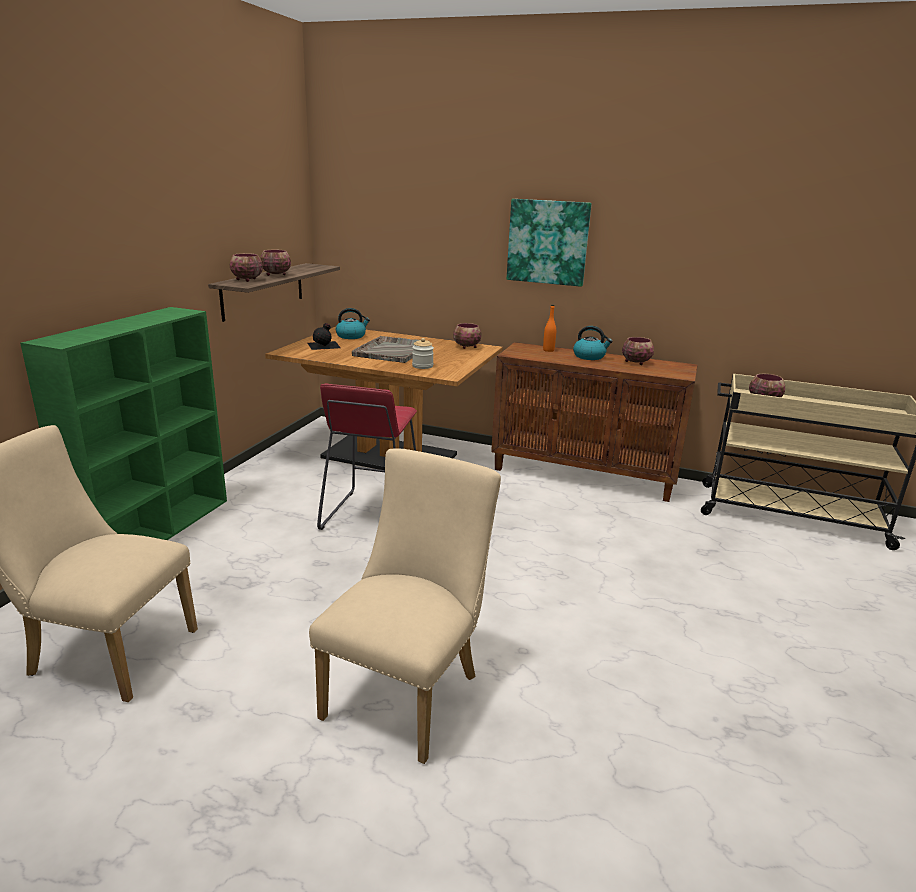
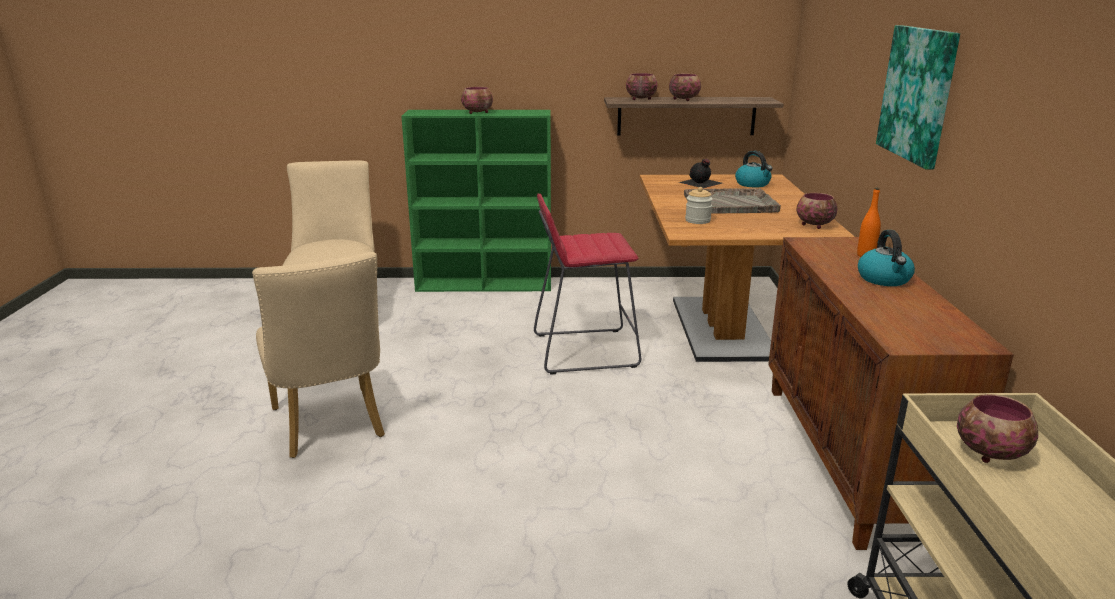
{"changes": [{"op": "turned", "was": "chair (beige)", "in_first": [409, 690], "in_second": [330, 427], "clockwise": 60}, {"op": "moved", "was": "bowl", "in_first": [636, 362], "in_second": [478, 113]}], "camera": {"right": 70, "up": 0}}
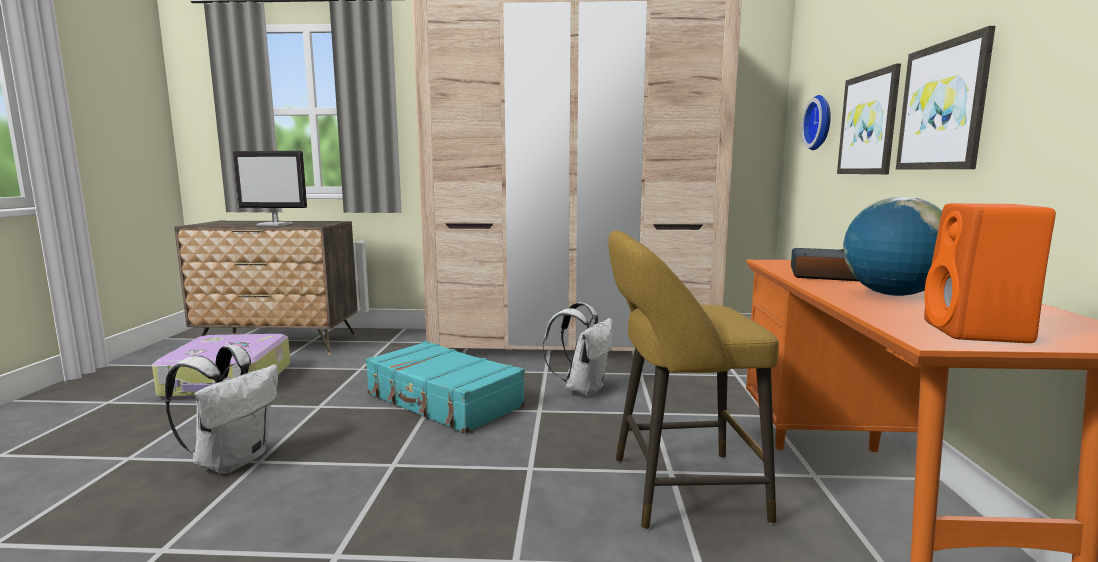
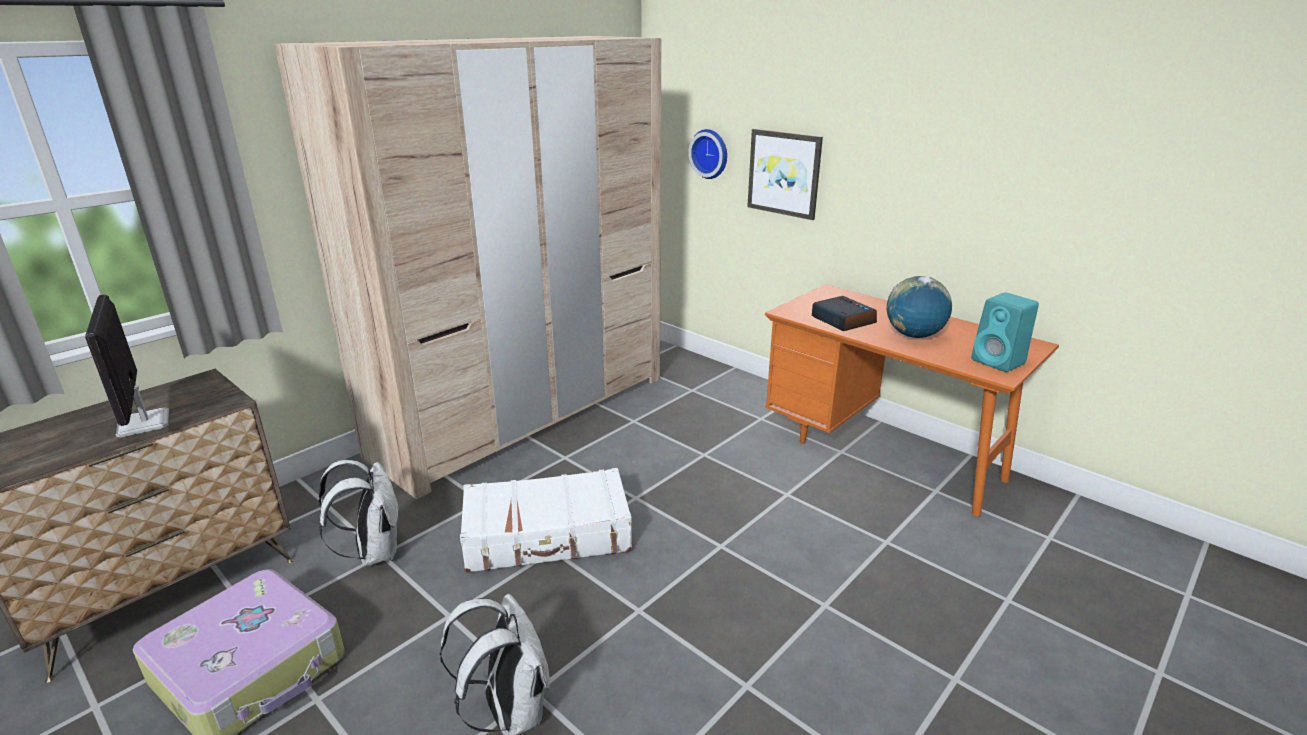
{"changes": [{"op": "turned", "was": "monitor", "in_first": [275, 225], "in_second": [144, 424], "clockwise": 105}, {"op": "recoloured", "was": "suitcase (turquoise)", "now": "suitcase (white)", "in_first": [443, 401], "in_second": [548, 535]}, {"op": "moved", "was": "backpack (white)", "in_first": [583, 389], "in_second": [374, 552]}, {"op": "removed", "was": "stool (yellow)", "in_first": [677, 489]}, {"op": "removed", "was": "picture", "in_first": [943, 106]}, {"op": "recoloured", "was": "speaker (orange)", "now": "speaker (turquoise)", "in_first": [978, 333], "in_second": [999, 362]}], "camera": {"right": -50, "up": 15}}
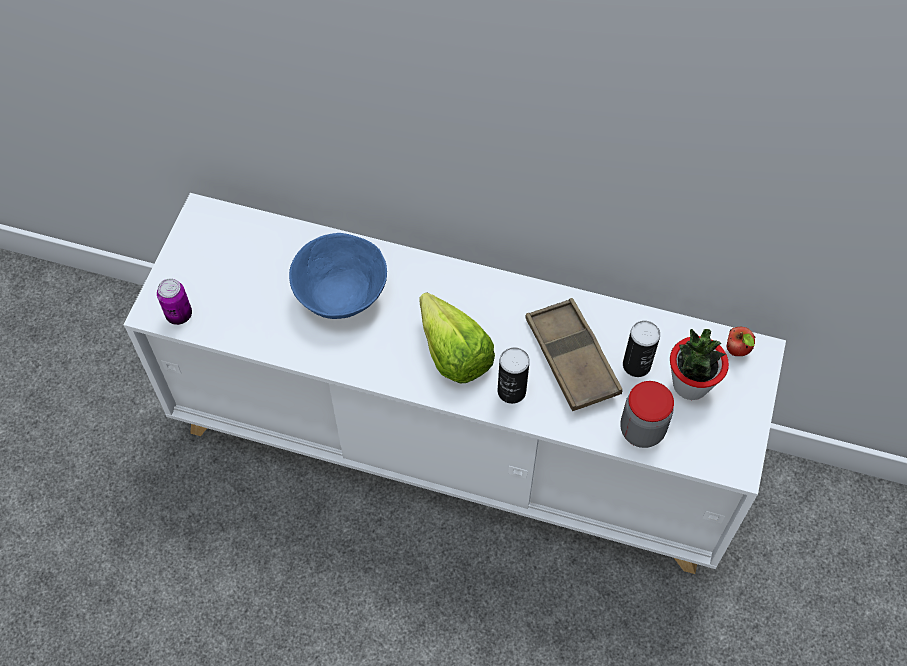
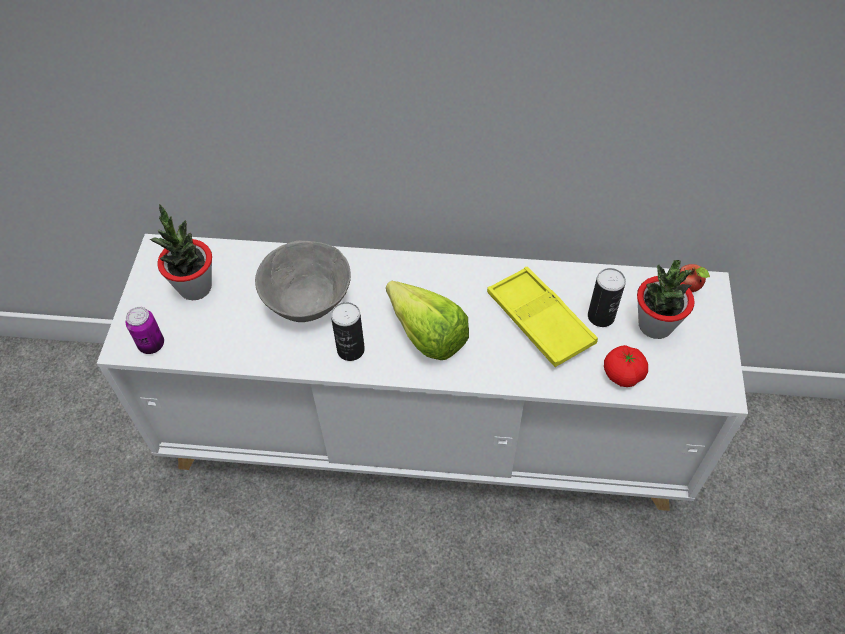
{"changes": [{"op": "recoloured", "was": "bowl (blue)", "now": "bowl (grey)", "in_first": [341, 296], "in_second": [308, 301]}, {"op": "moved", "was": "can", "in_first": [511, 391], "in_second": [350, 349]}, {"op": "recoloured", "was": "tray (brown)", "now": "tray (yellow)", "in_first": [571, 358], "in_second": [539, 321]}, {"op": "replaced", "was": "jar", "now": "tomato", "in_first": [642, 430], "in_second": [623, 374]}, {"op": "added", "now": "potted plant", "in_second": [195, 287]}], "camera": {"right": -10, "up": -5}}
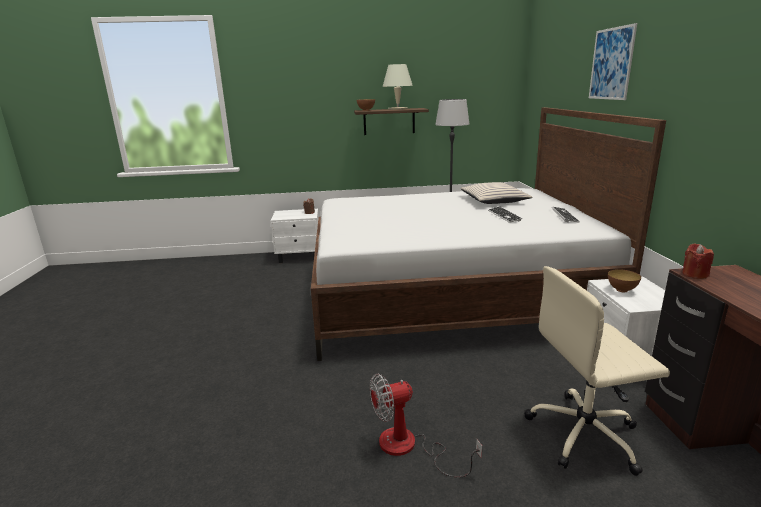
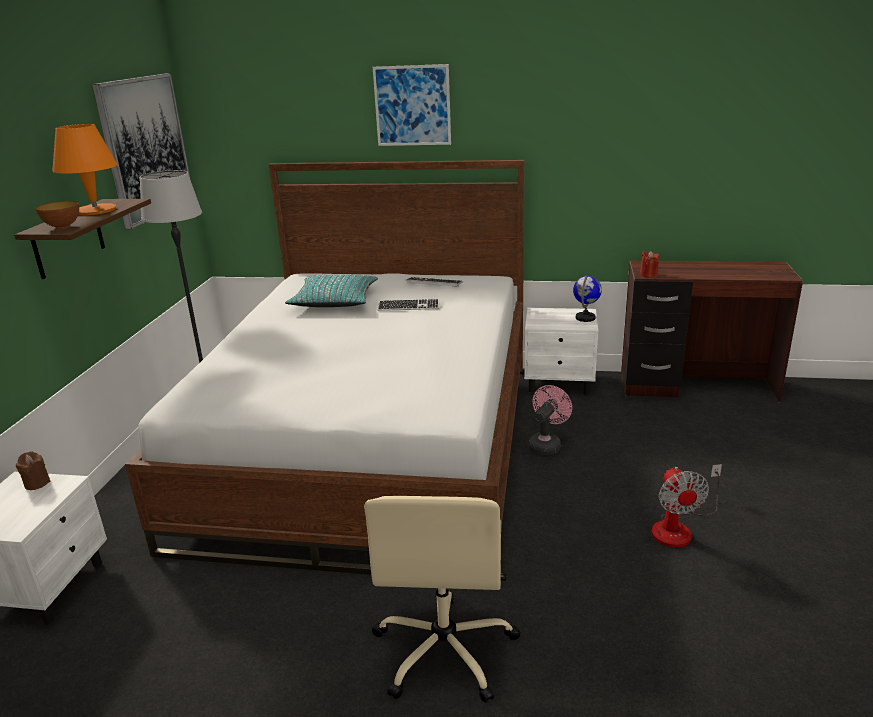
{"changes": [{"op": "recoloured", "was": "table lamp (beige)", "now": "table lamp (orange)", "in_first": [397, 109], "in_second": [96, 211]}, {"op": "recoloured", "was": "pillow (beige)", "now": "pillow (turquoise)", "in_first": [494, 200], "in_second": [334, 301]}, {"op": "moved", "was": "office chair (beige)", "in_first": [585, 434], "in_second": [445, 649]}, {"op": "removed", "was": "bowl", "in_first": [621, 290]}, {"op": "added", "now": "picture", "in_second": [145, 148]}, {"op": "added", "now": "fan (pink)", "in_second": [546, 444]}, {"op": "added", "now": "globe", "in_second": [585, 318]}], "camera": {"right": -75, "up": 5}}
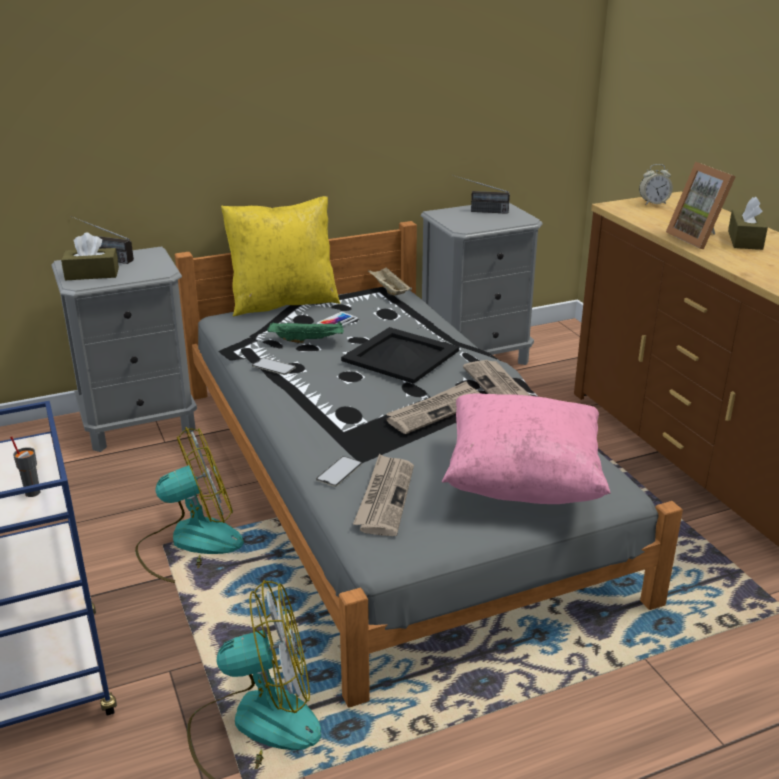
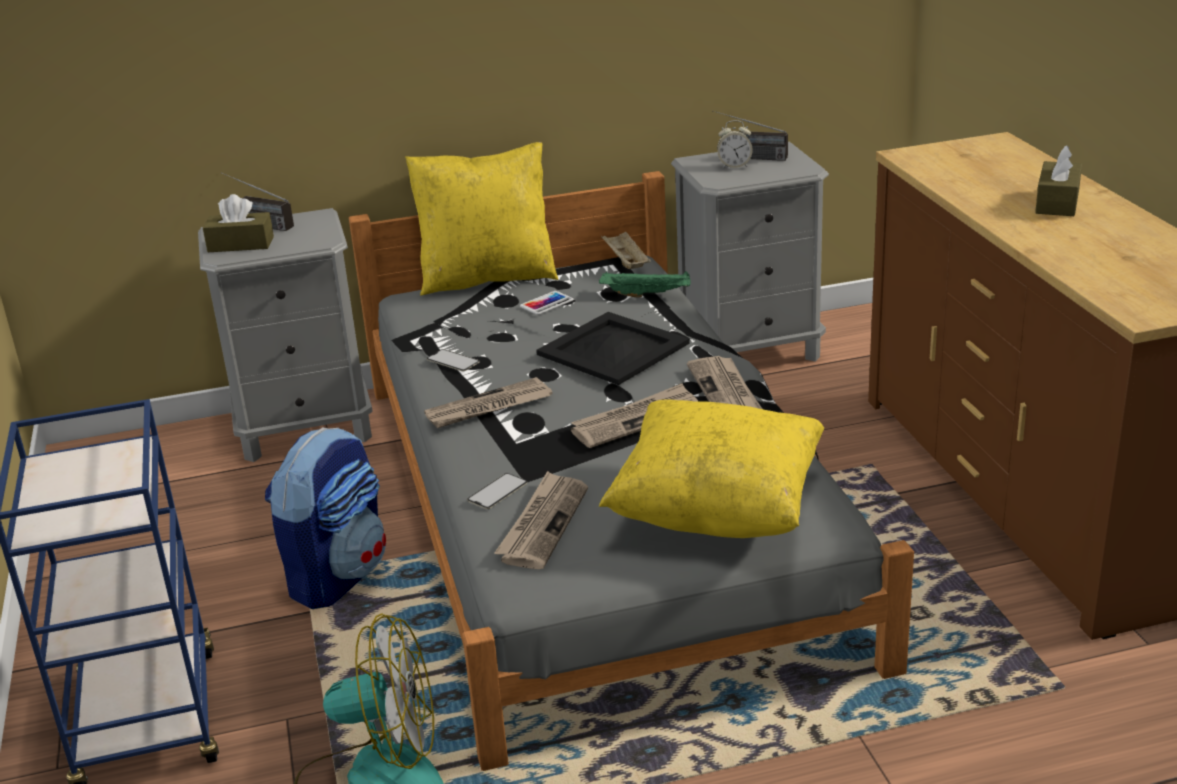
{"changes": [{"op": "removed", "was": "cup (grey)", "in_first": [32, 492]}, {"op": "replaced", "was": "fan", "now": "backpack", "in_first": [189, 543], "in_second": [337, 575]}, {"op": "moved", "was": "tray (green)", "in_first": [308, 340], "in_second": [647, 294]}, {"op": "recoloured", "was": "pillow (pink)", "now": "pillow (yellow)", "in_first": [523, 481], "in_second": [717, 510]}, {"op": "moved", "was": "alarm clock", "in_first": [653, 203], "in_second": [734, 166]}, {"op": "removed", "was": "picture frame", "in_first": [699, 238]}, {"op": "added", "now": "newspaper", "in_second": [488, 408]}], "camera": {"right": 10, "up": 0}}
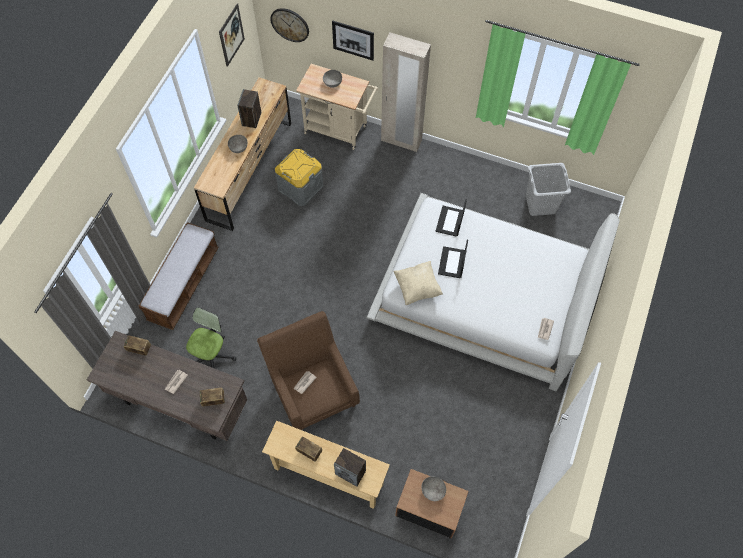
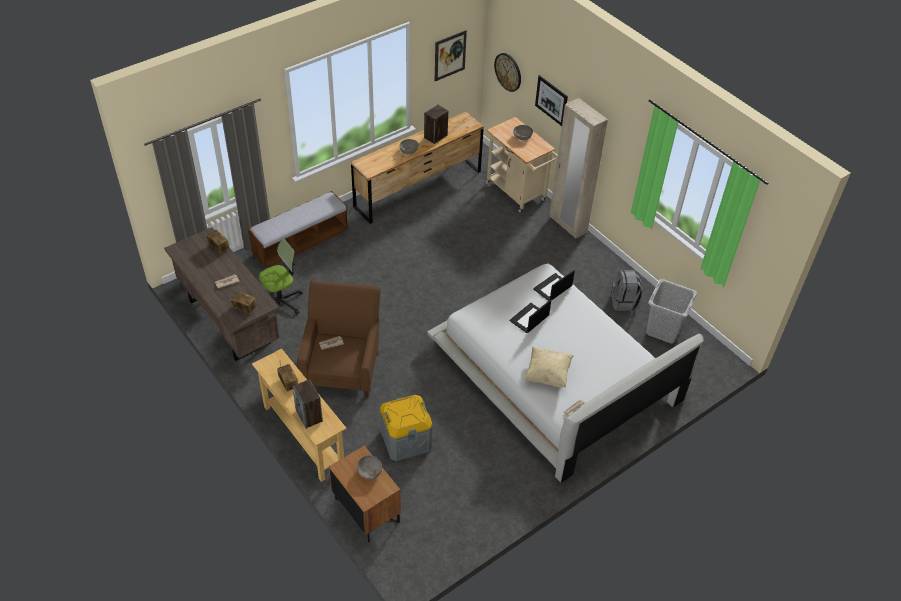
{"changes": [{"op": "moved", "was": "storage box (grey)", "in_first": [300, 187], "in_second": [405, 440]}, {"op": "moved", "was": "pillow (beige)", "in_first": [417, 288], "in_second": [547, 374]}, {"op": "added", "now": "backpack (grey)", "in_second": [624, 302]}], "camera": {"right": 30, "up": -15}}
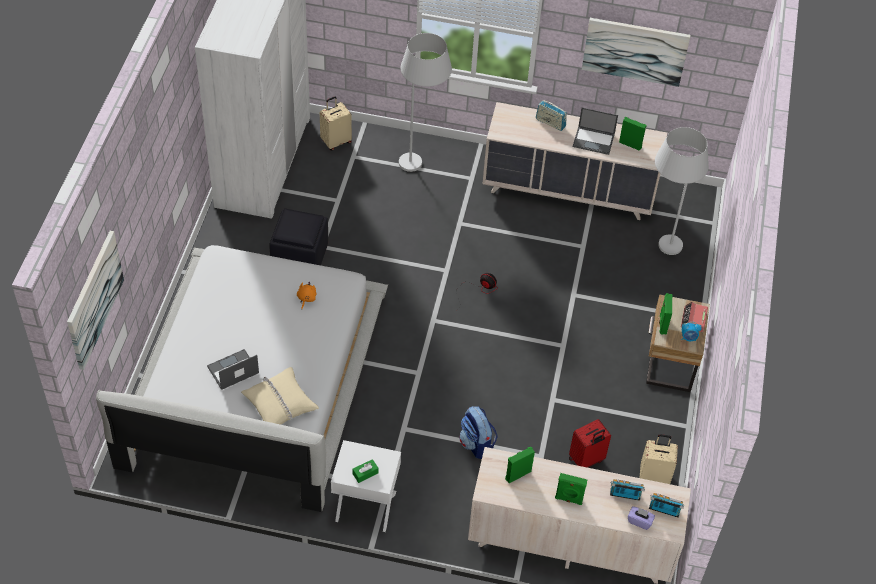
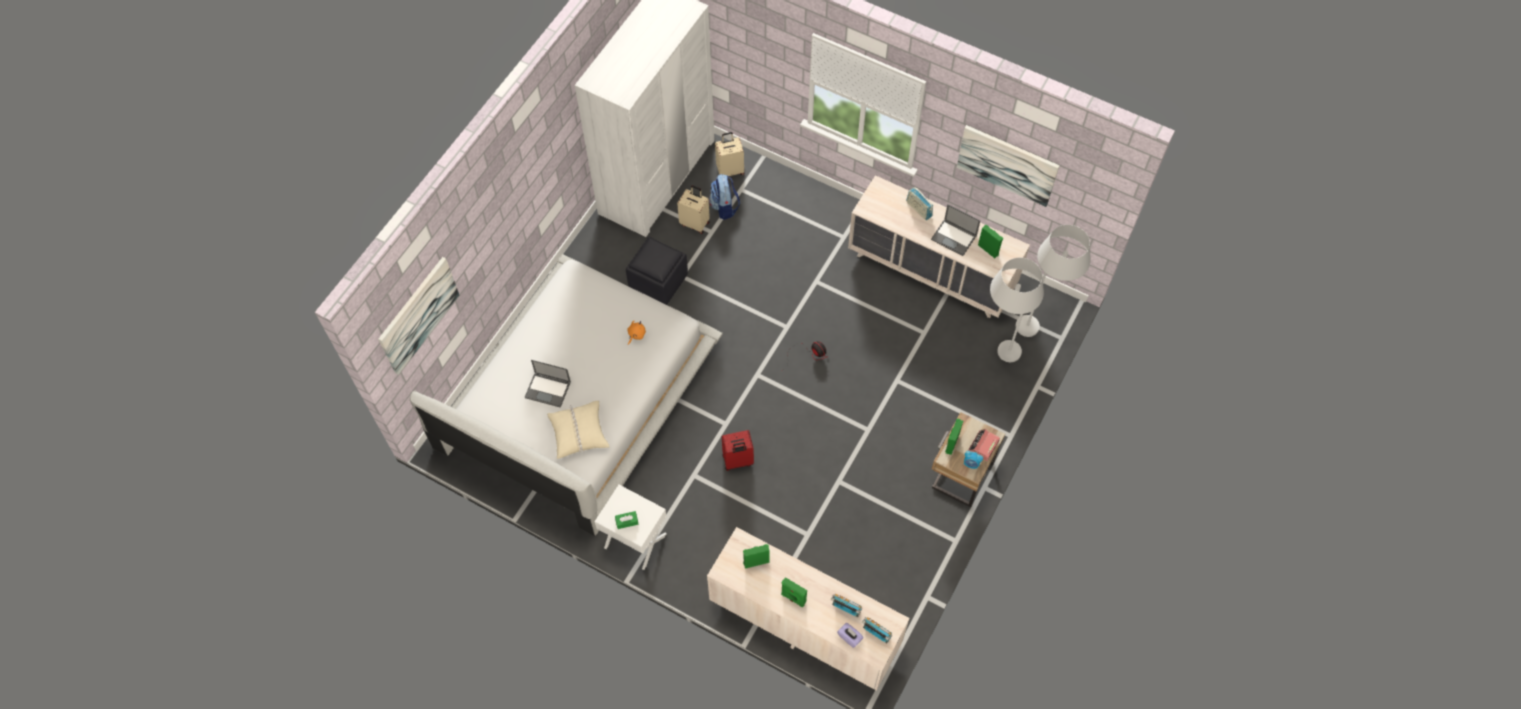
{"changes": [{"op": "turned", "was": "laptop", "in_first": [232, 370], "in_second": [548, 390], "clockwise": -150}, {"op": "moved", "was": "floor lamp (white)", "in_first": [422, 158], "in_second": [1040, 324]}, {"op": "moved", "was": "backpack", "in_first": [476, 444], "in_second": [724, 207]}, {"op": "moved", "was": "suitcase (red)", "in_first": [586, 460], "in_second": [737, 461]}, {"op": "moved", "was": "suitcase (beige)", "in_first": [654, 477], "in_second": [695, 223]}], "camera": {"right": 20, "up": 10}}
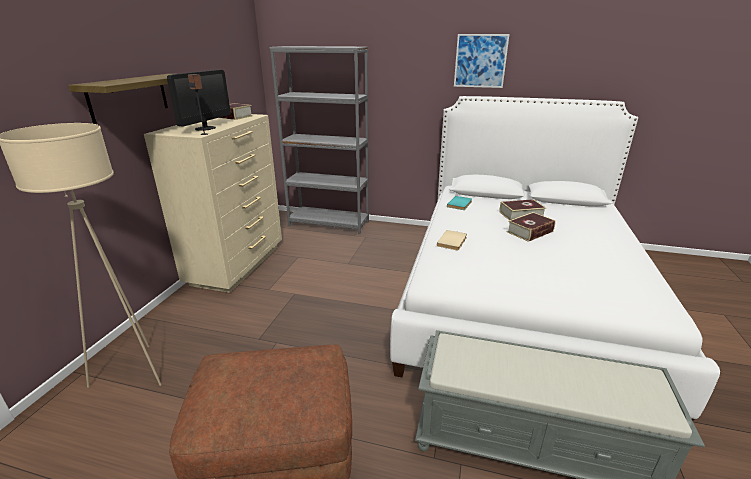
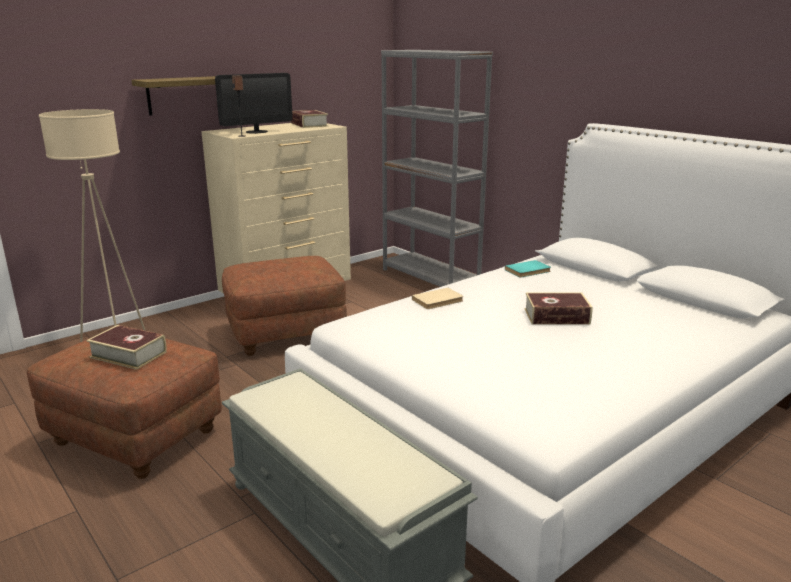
{"changes": [{"op": "removed", "was": "picture", "in_first": [480, 61]}, {"op": "moved", "was": "book", "in_first": [521, 215], "in_second": [128, 354]}, {"op": "added", "now": "ottoman (brown)", "in_second": [286, 334]}], "camera": {"right": 35, "up": -5}}
